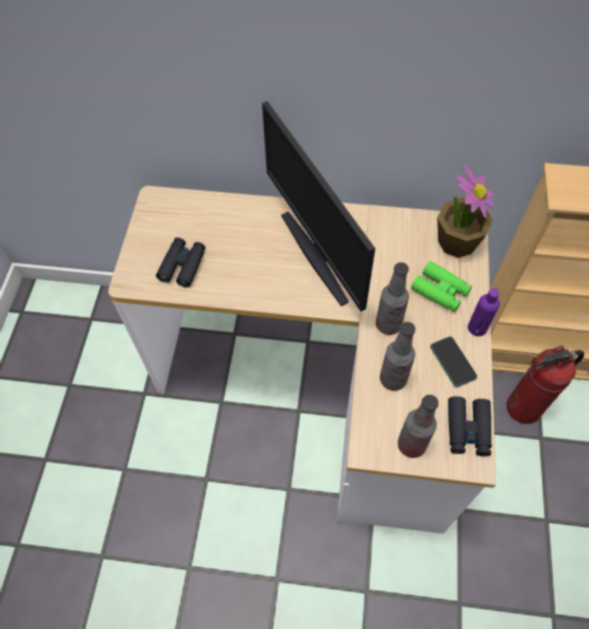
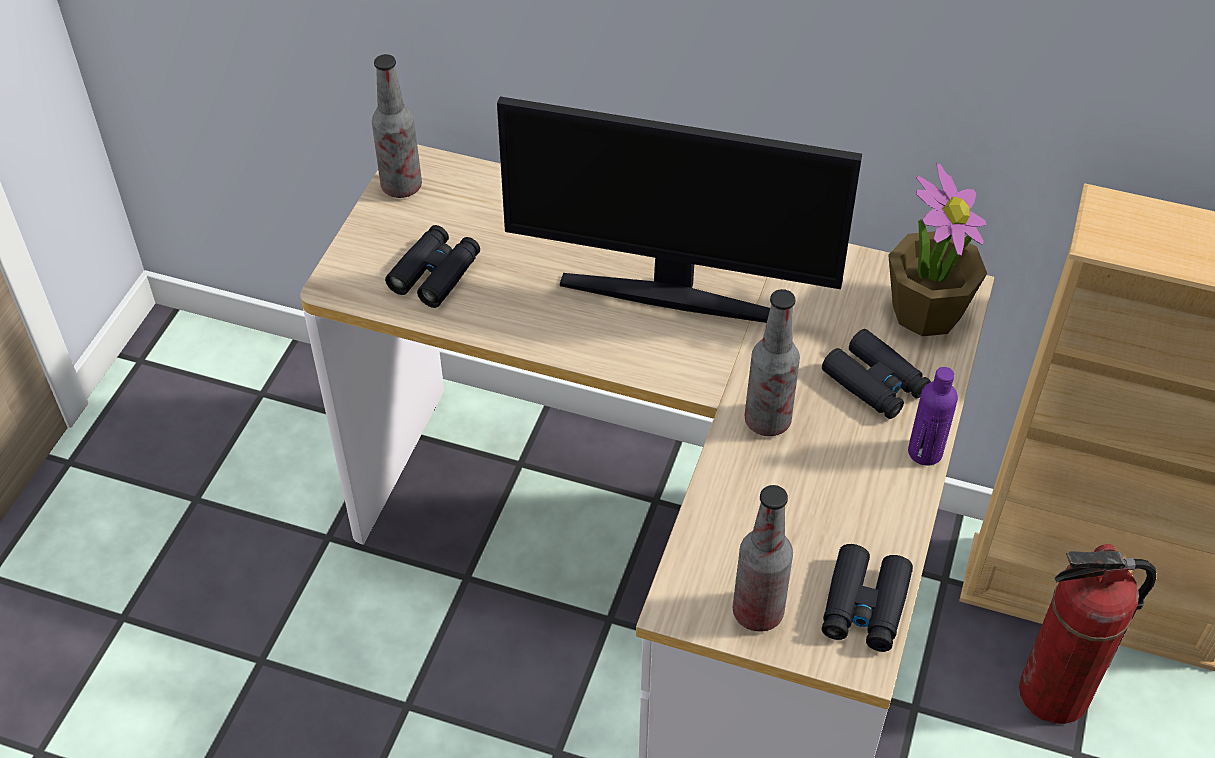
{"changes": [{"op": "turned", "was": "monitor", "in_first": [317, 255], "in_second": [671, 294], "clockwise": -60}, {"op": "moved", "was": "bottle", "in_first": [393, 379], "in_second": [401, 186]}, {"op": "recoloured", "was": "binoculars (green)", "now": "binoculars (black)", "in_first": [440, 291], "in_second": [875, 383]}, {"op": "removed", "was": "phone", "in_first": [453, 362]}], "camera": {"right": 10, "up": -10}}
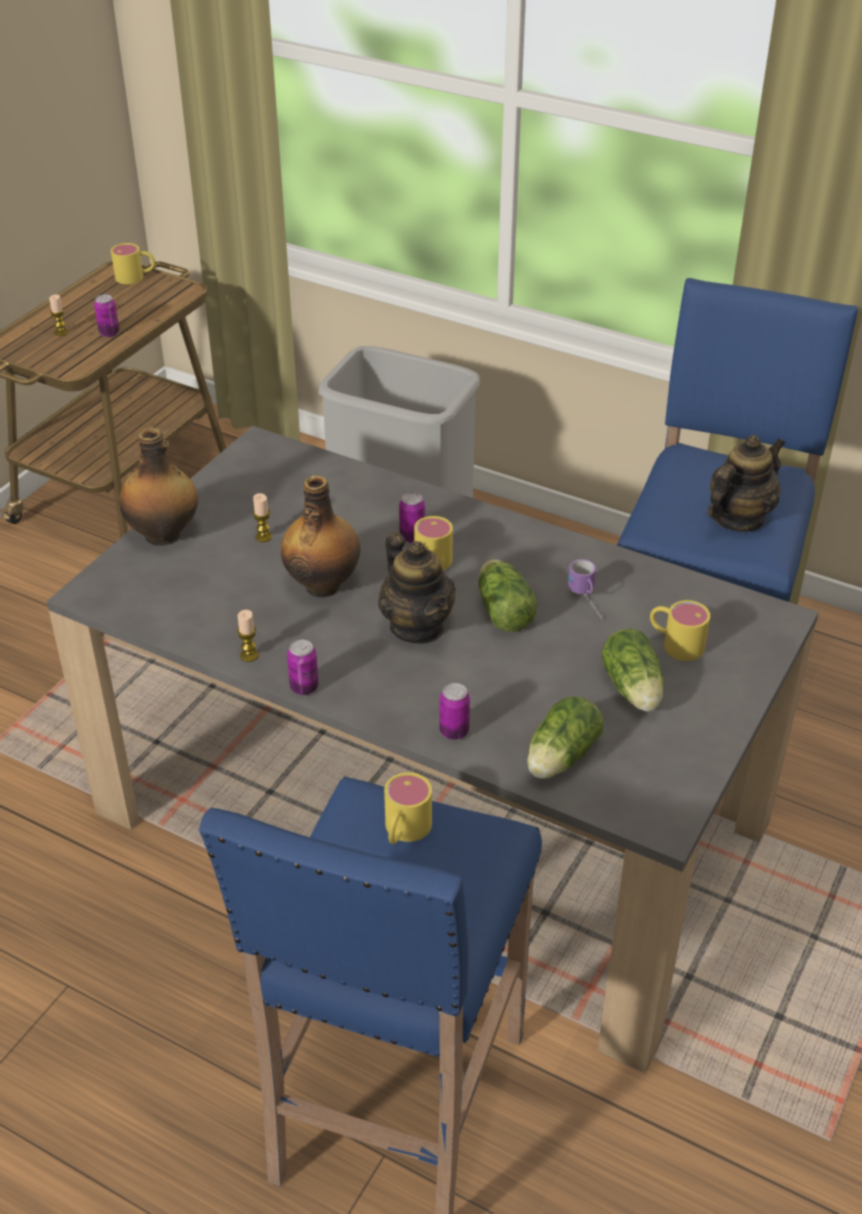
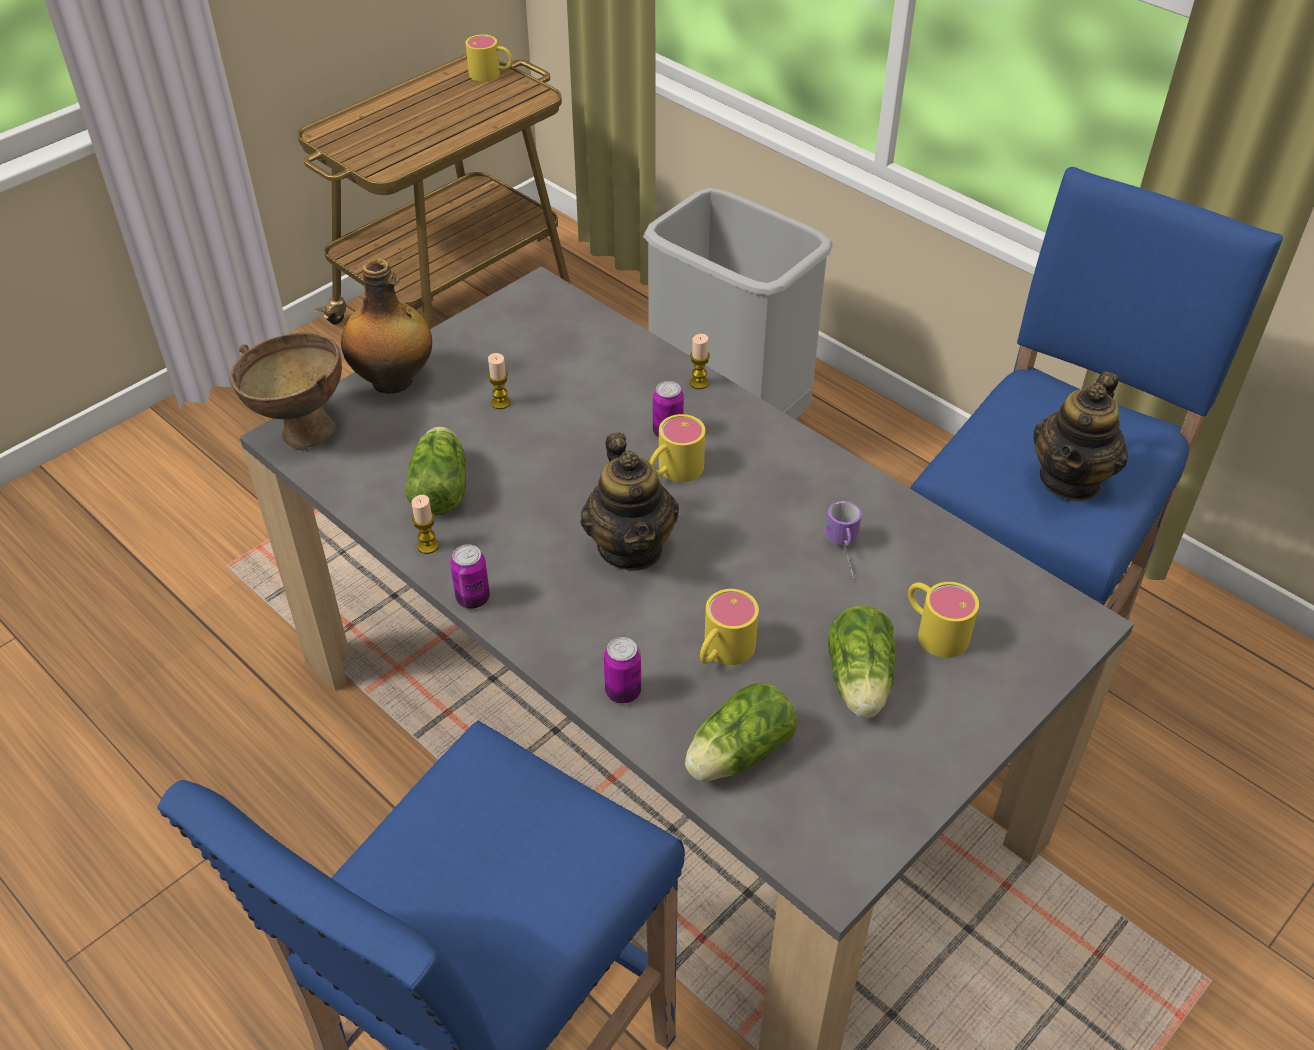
{"changes": [{"op": "moved", "was": "candle", "in_first": [61, 332], "in_second": [699, 383]}, {"op": "removed", "was": "can", "in_first": [109, 333]}, {"op": "removed", "was": "bottle", "in_first": [323, 584]}, {"op": "moved", "was": "mug (yellow)", "in_first": [404, 831], "in_second": [722, 652]}, {"op": "moved", "was": "lettuce", "in_first": [503, 609], "in_second": [441, 486]}, {"op": "turned", "was": "teapot", "in_first": [738, 519], "in_second": [1071, 480], "clockwise": 150}, {"op": "added", "now": "bowl (brown)", "in_second": [299, 428]}], "camera": {"right": 15, "up": 5}}
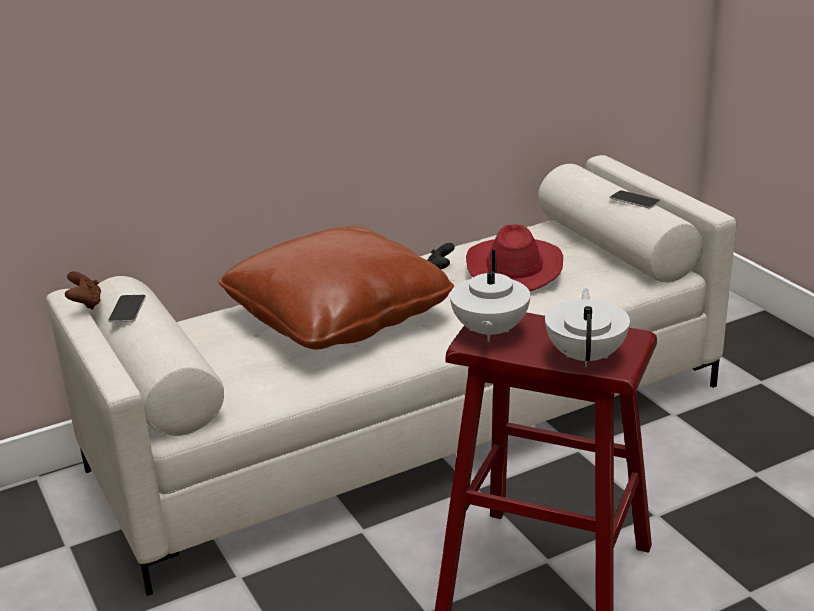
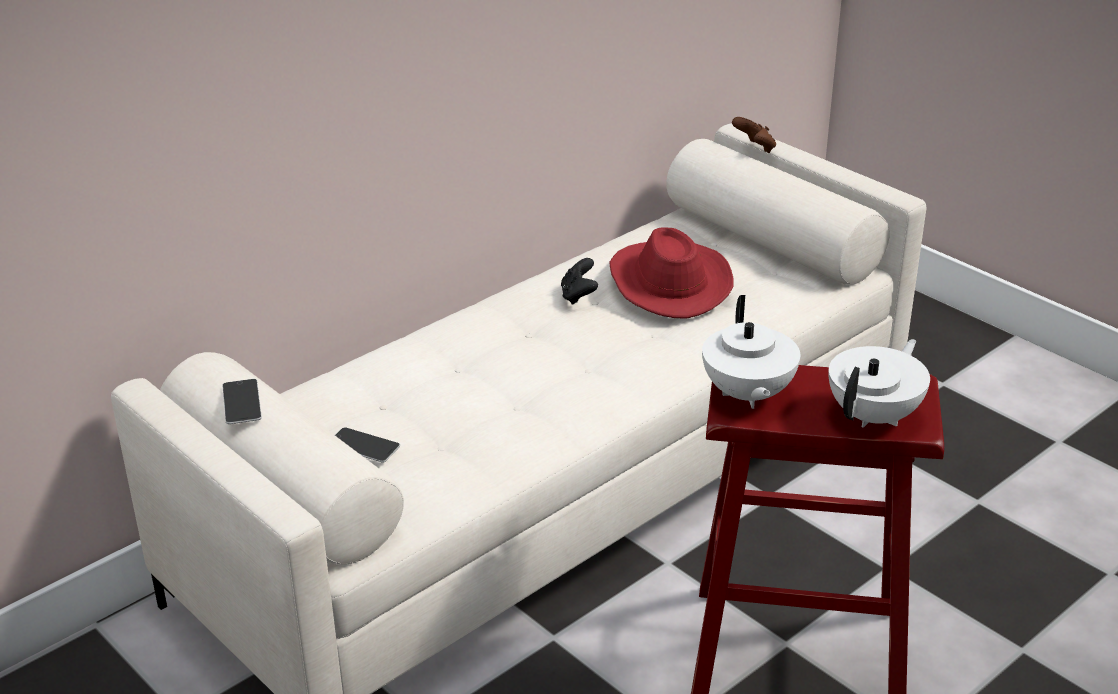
{"changes": [{"op": "moved", "was": "game controller (brown)", "in_first": [86, 304], "in_second": [755, 149]}, {"op": "removed", "was": "pillow (brown)", "in_first": [338, 317]}, {"op": "turned", "was": "teapot (white)", "in_first": [586, 356], "in_second": [875, 415], "clockwise": 45}, {"op": "moved", "was": "phone", "in_first": [634, 199], "in_second": [363, 445]}], "camera": {"right": -15, "up": 5}}
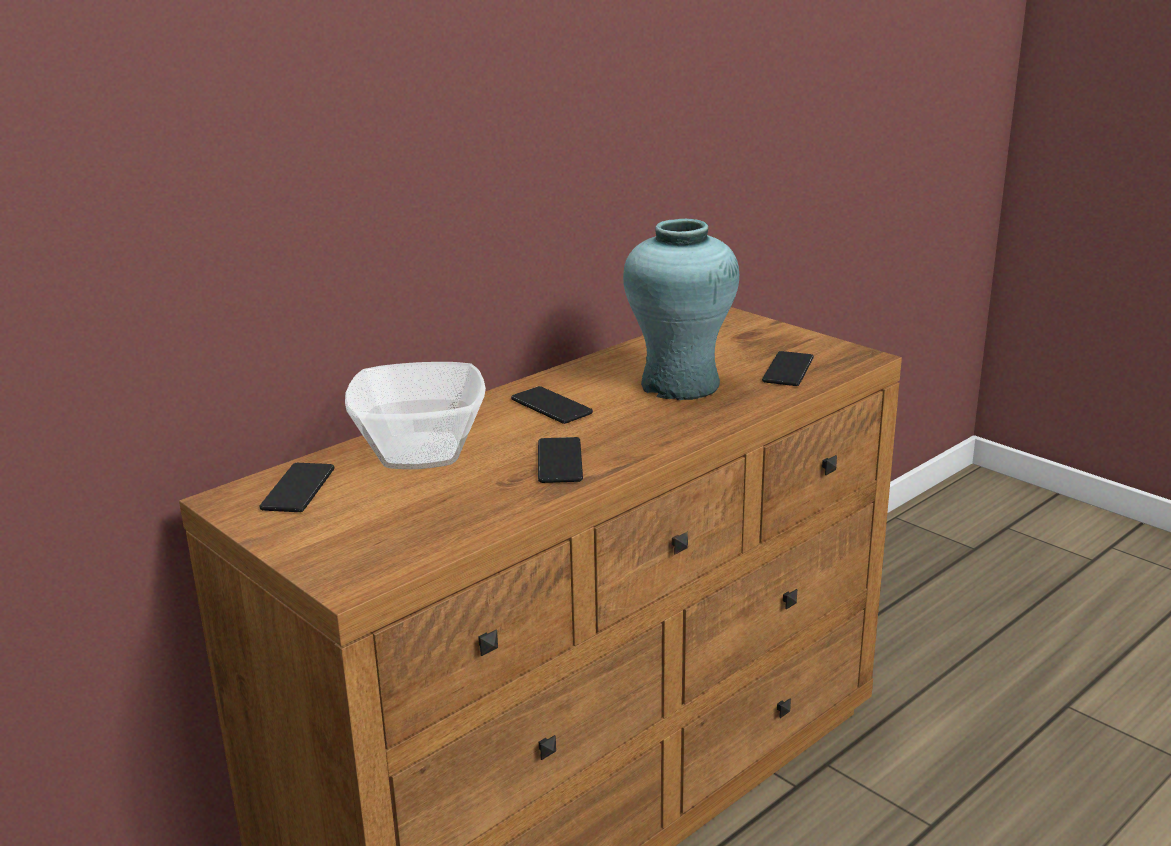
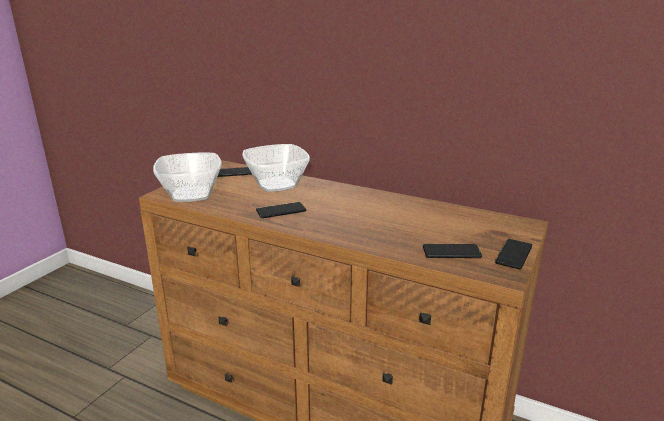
{"changes": [{"op": "moved", "was": "phone", "in_first": [551, 406], "in_second": [513, 254]}, {"op": "removed", "was": "vase (turquoise)", "in_first": [681, 385]}, {"op": "added", "now": "bowl", "in_second": [192, 194]}], "camera": {"right": 70, "up": 0}}
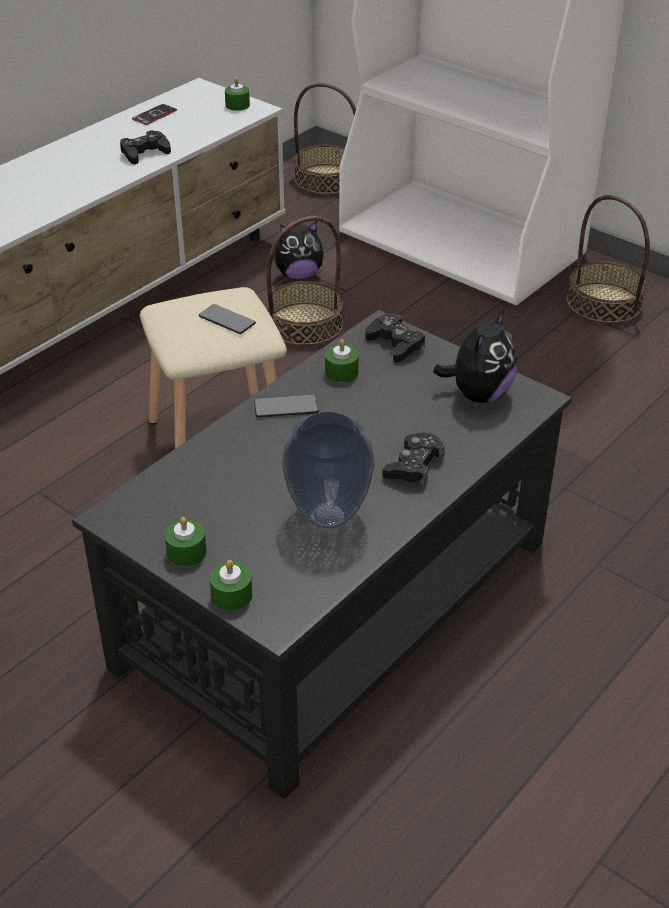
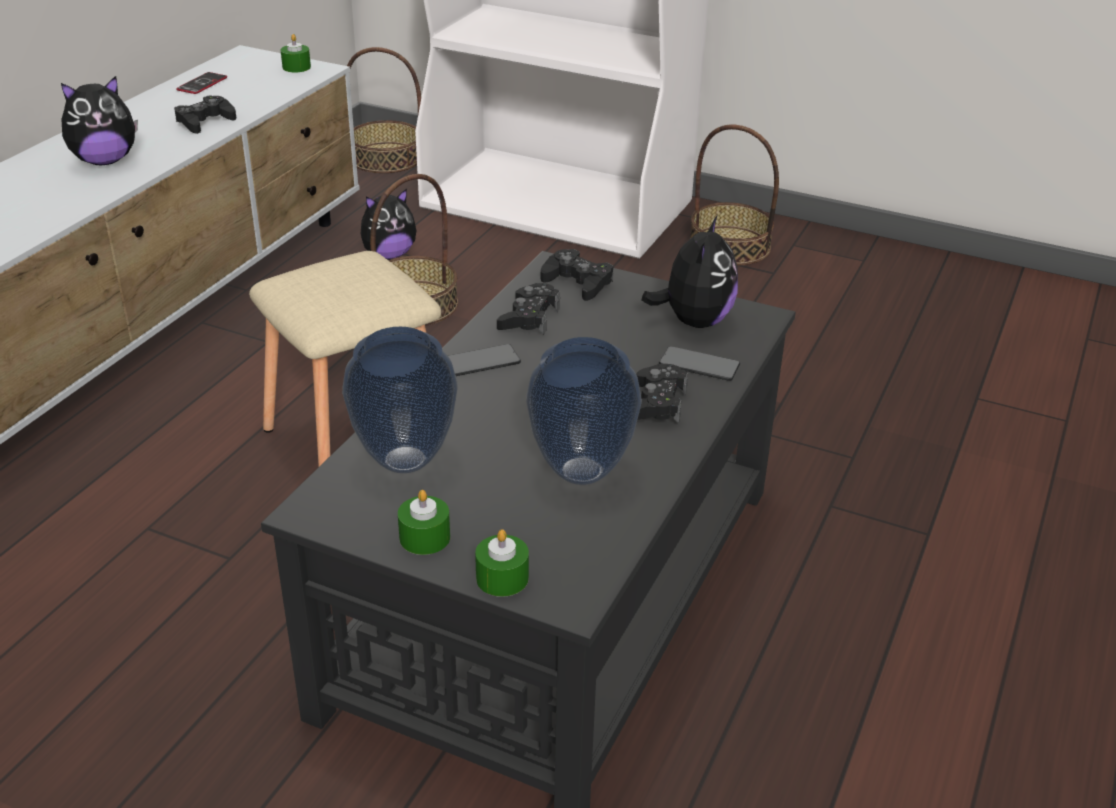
{"changes": [{"op": "moved", "was": "phone", "in_first": [227, 320], "in_second": [699, 365]}, {"op": "replaced", "was": "candle (green)", "now": "game controller (black)", "in_first": [341, 372], "in_second": [529, 318]}, {"op": "added", "now": "plush toy", "in_second": [105, 161]}, {"op": "added", "now": "vase", "in_second": [403, 461]}], "camera": {"right": -15, "up": -5}}
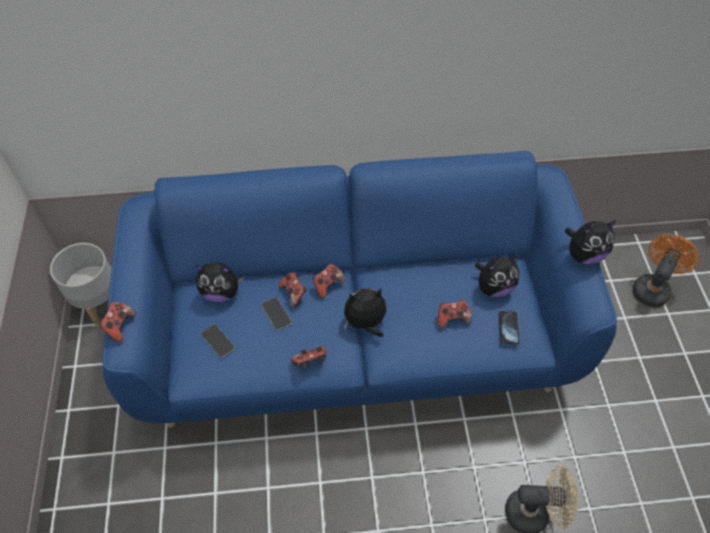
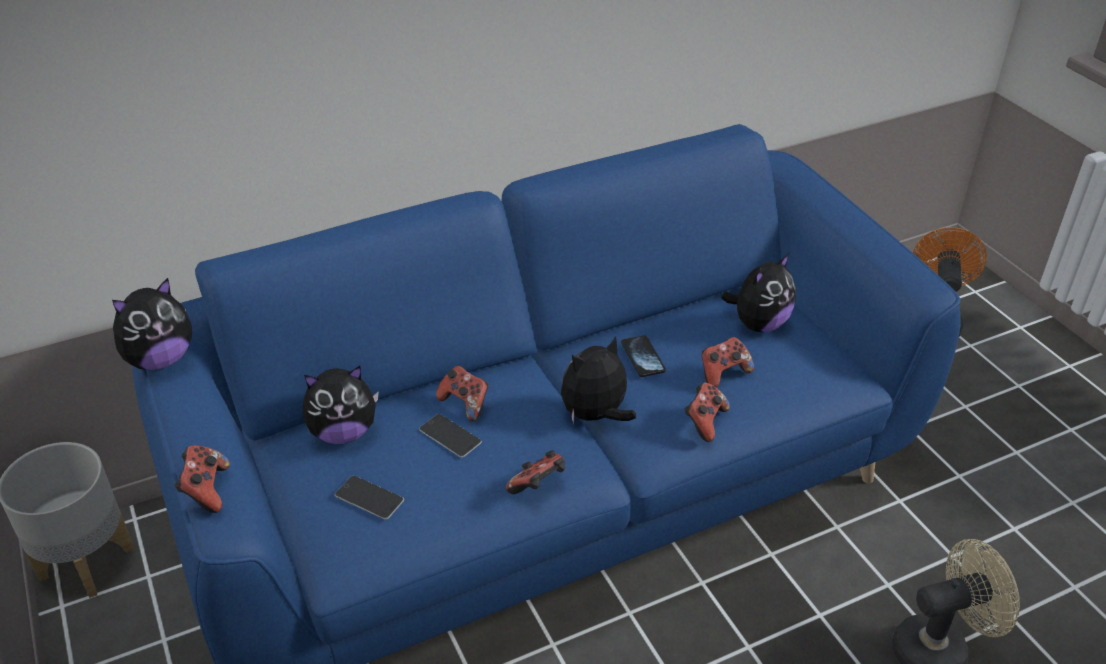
{"changes": [{"op": "moved", "was": "game controller", "in_first": [327, 285], "in_second": [704, 422]}, {"op": "moved", "was": "phone", "in_first": [508, 328], "in_second": [643, 357]}, {"op": "moved", "was": "plush toy", "in_first": [584, 255], "in_second": [160, 359]}], "camera": {"right": -20, "up": -15}}
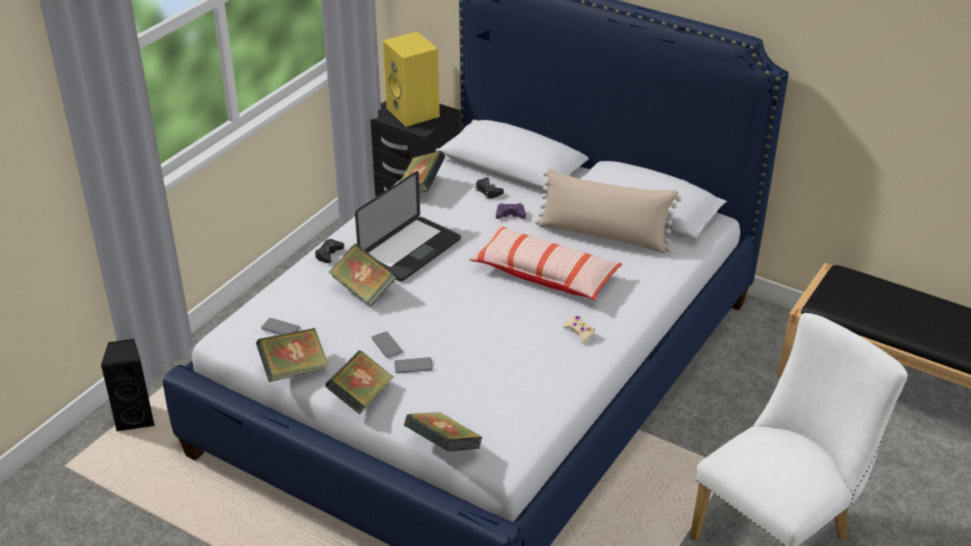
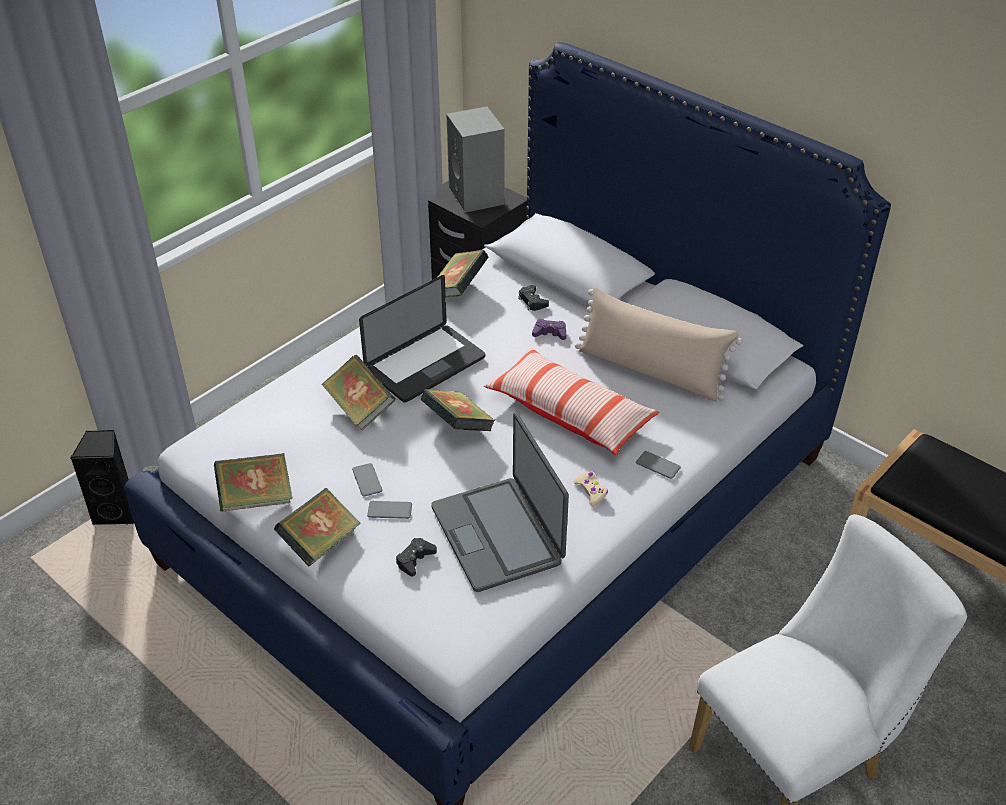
{"changes": [{"op": "moved", "was": "phone", "in_first": [280, 328], "in_second": [658, 465]}, {"op": "moved", "was": "game controller (black)", "in_first": [329, 254], "in_second": [415, 560]}, {"op": "recoloured", "was": "speaker (yellow)", "now": "speaker (grey)", "in_first": [414, 112], "in_second": [478, 197]}, {"op": "moved", "was": "book", "in_first": [443, 447], "in_second": [458, 426]}, {"op": "added", "now": "laptop", "in_second": [498, 534]}], "camera": {"right": 10, "up": 5}}
